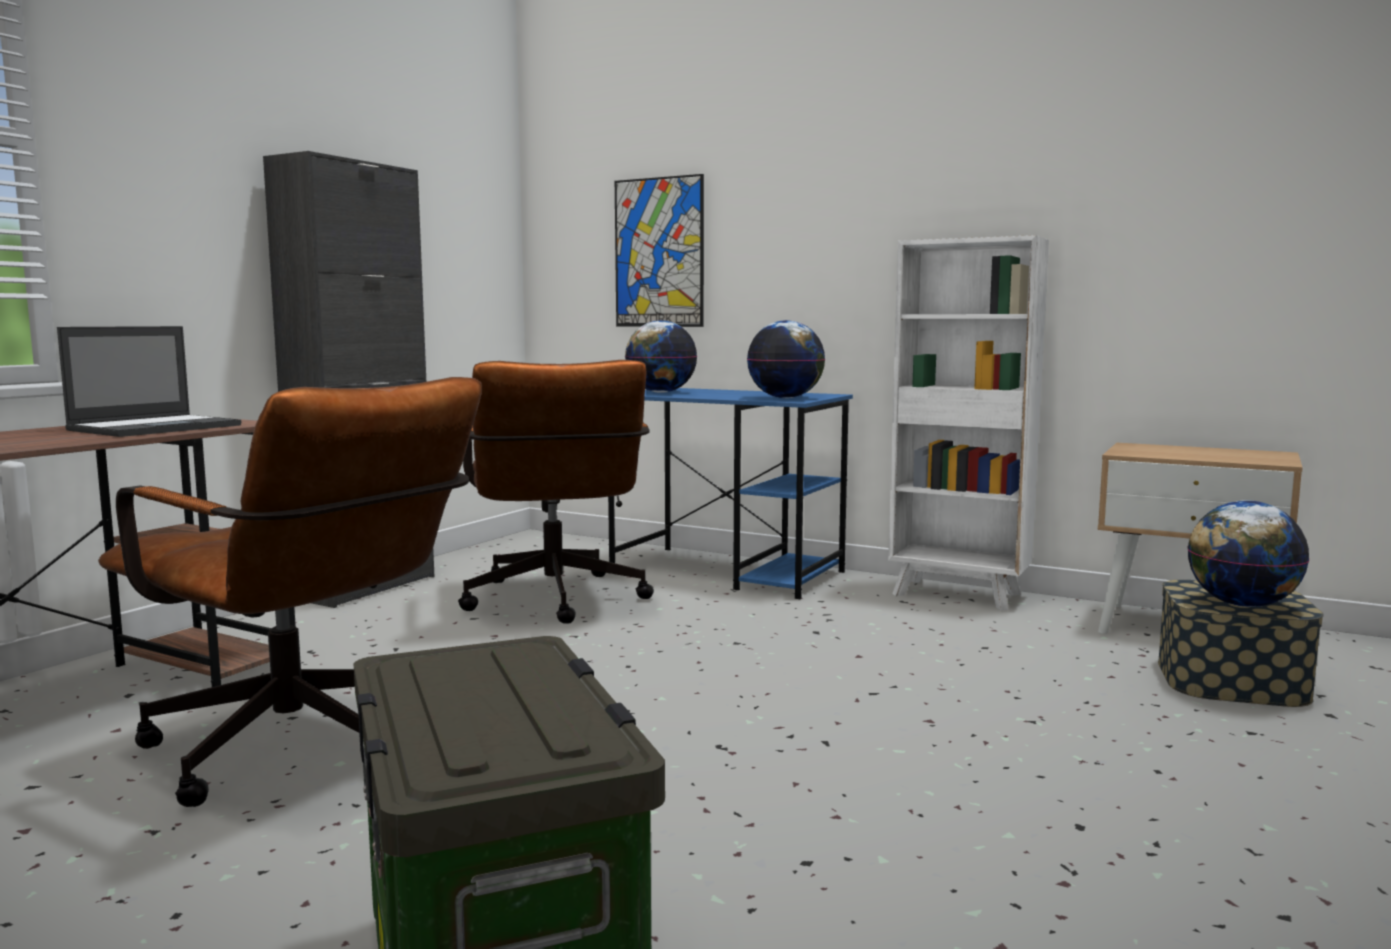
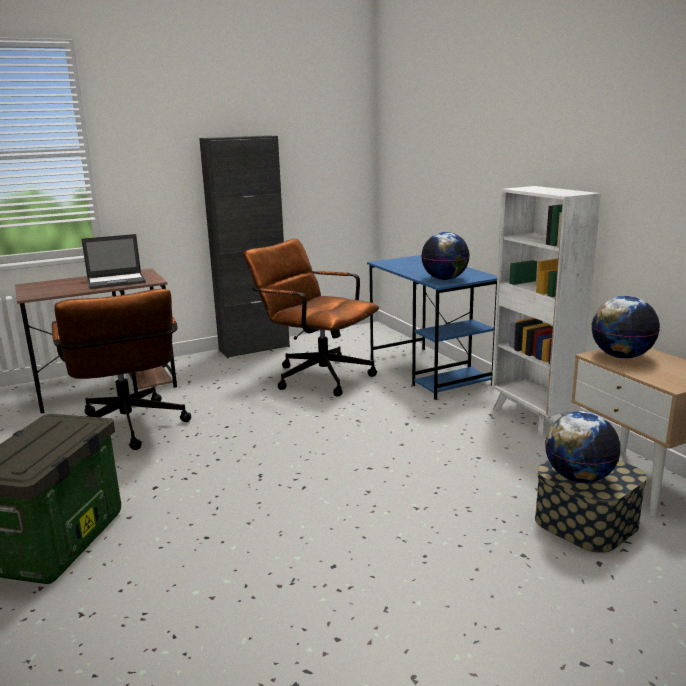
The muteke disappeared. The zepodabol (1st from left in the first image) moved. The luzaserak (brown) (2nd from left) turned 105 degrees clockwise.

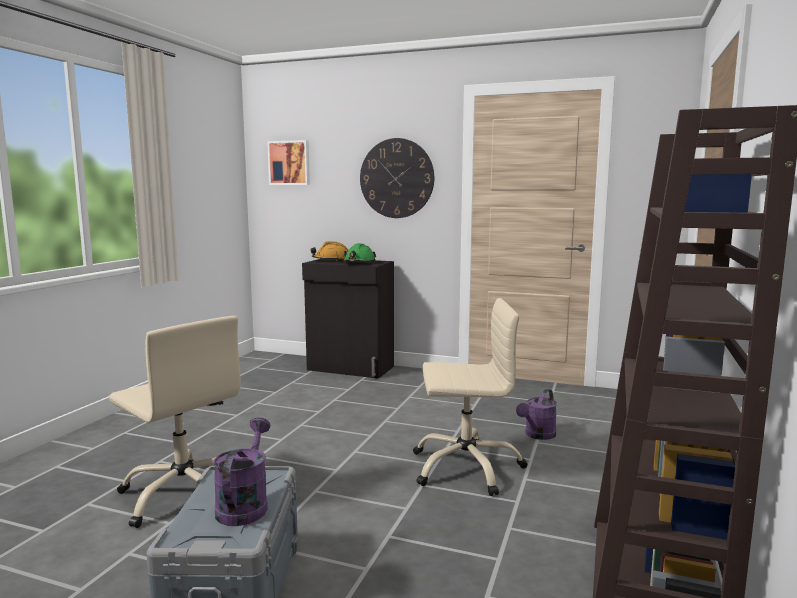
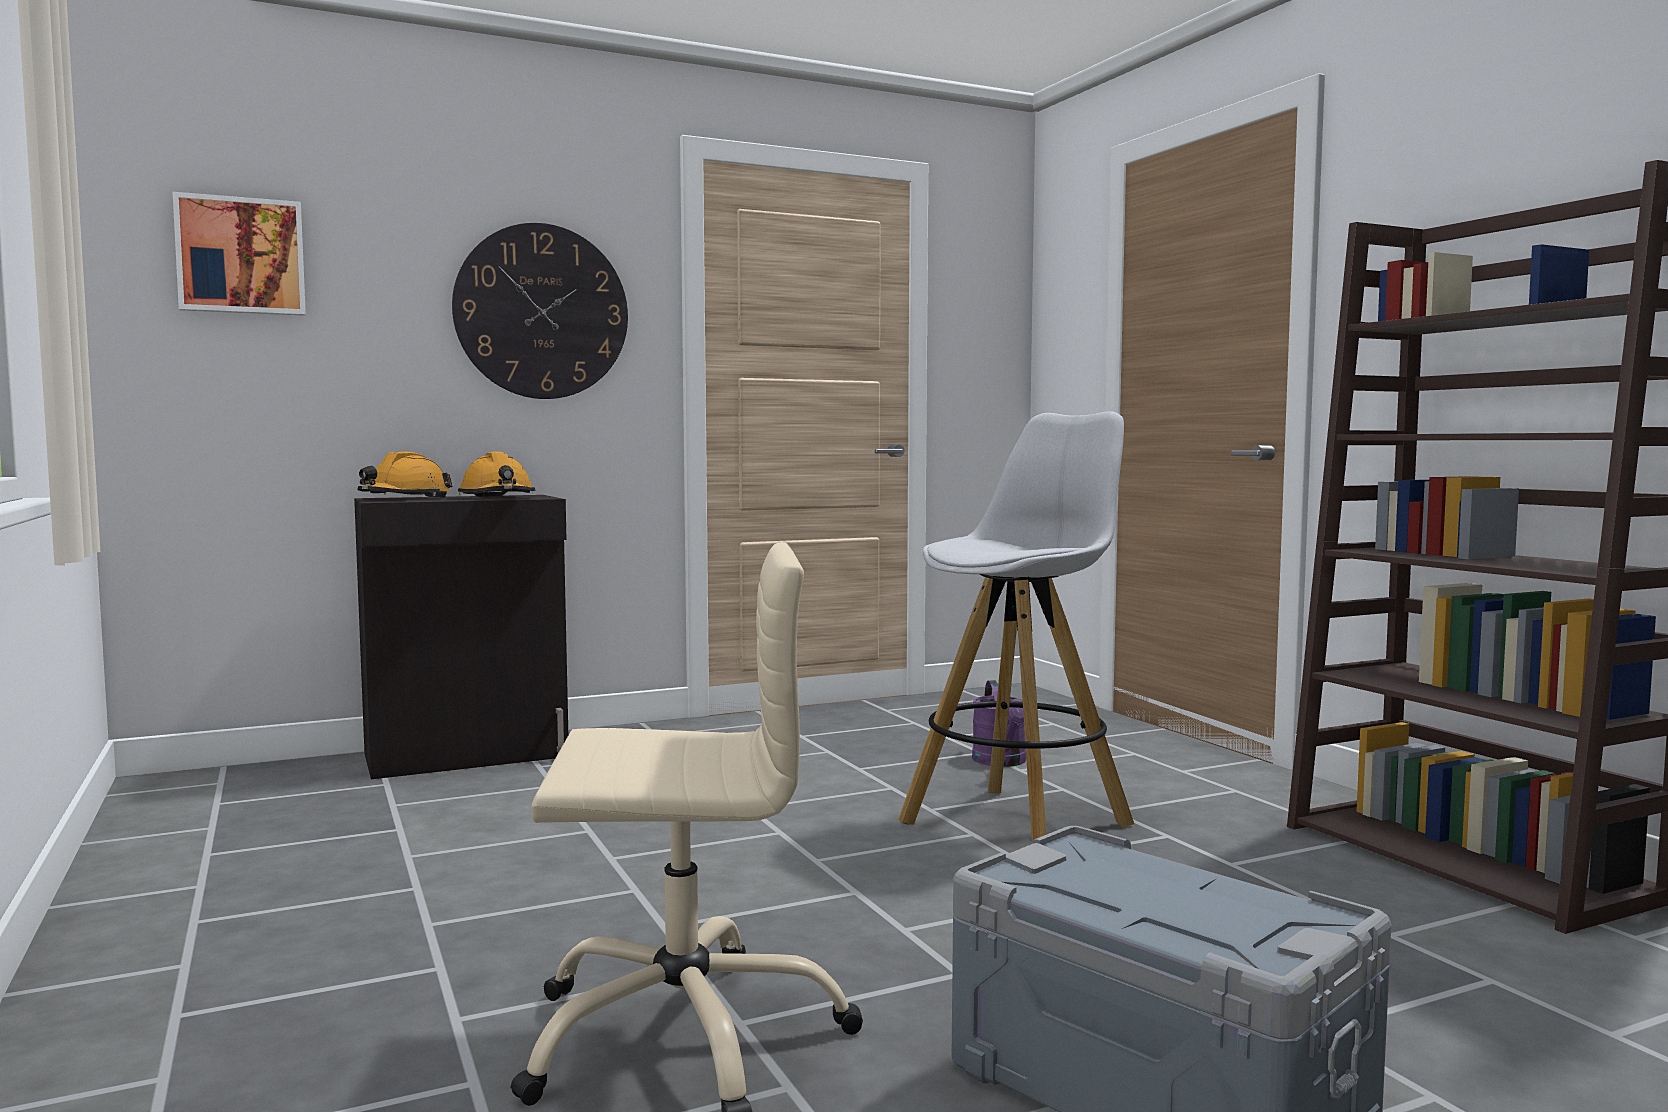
The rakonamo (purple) (1st from left) disappeared. The luzaserak (beige) (2nd from left) was replaced by the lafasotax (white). The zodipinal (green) became the zodipinal (orange) (2nd from left).

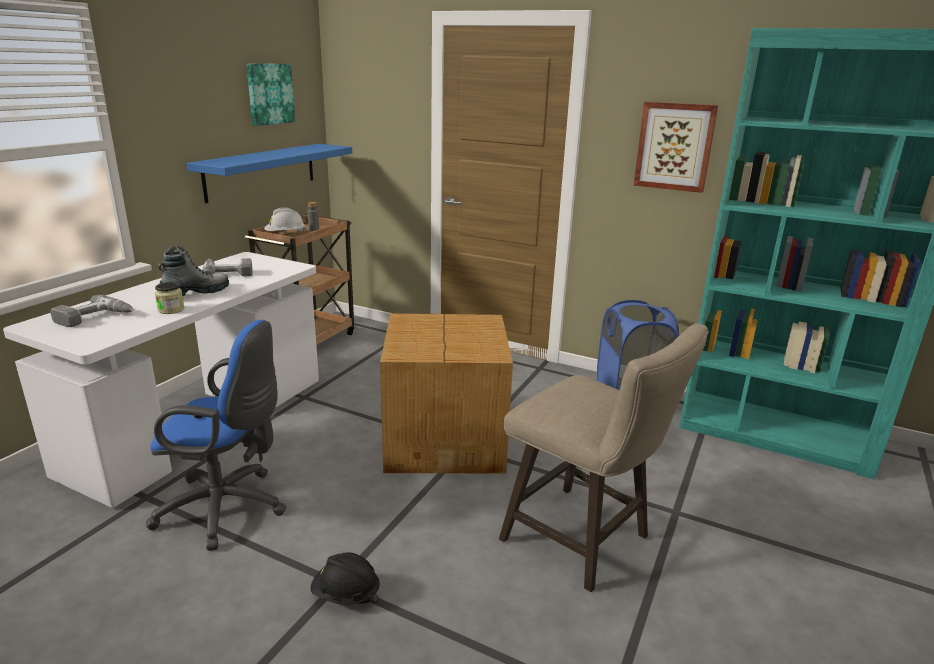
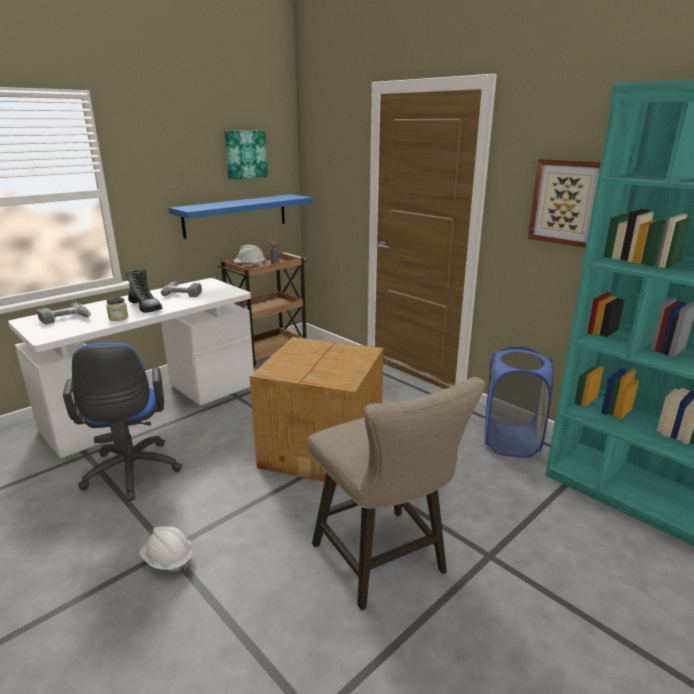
The zodipinal (black) became the zodipinal (white) (1st from left). The luzaserak (blue) turned 45 degrees clockwise. The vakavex turned 75 degrees clockwise.

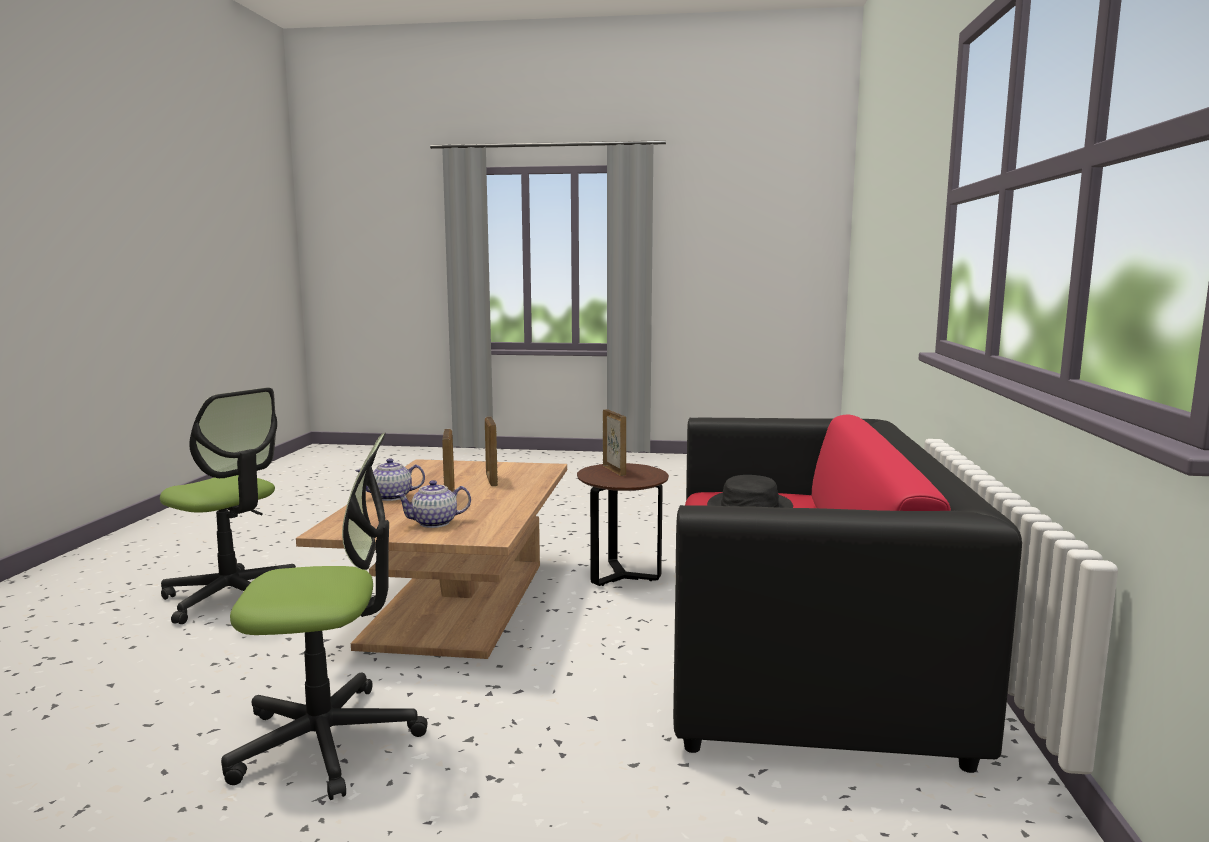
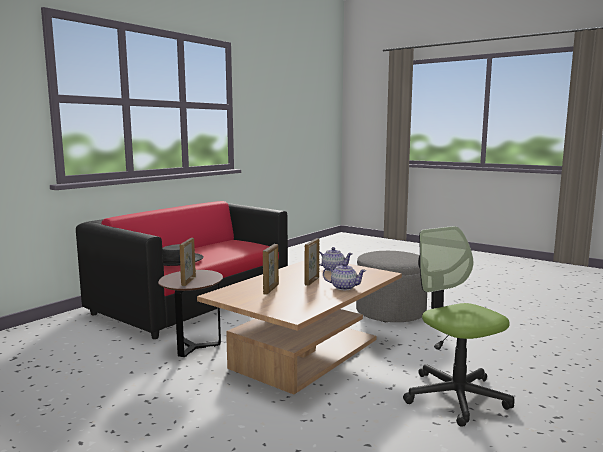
The luzaserak (2nd from left) was replaced by the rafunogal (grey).

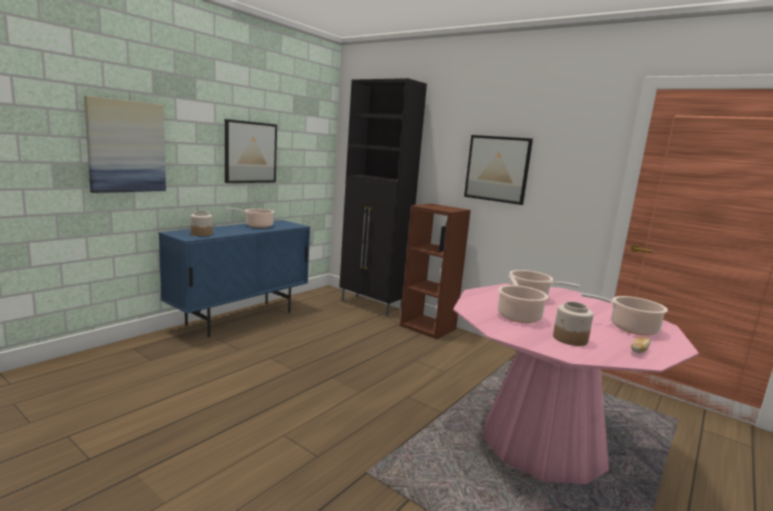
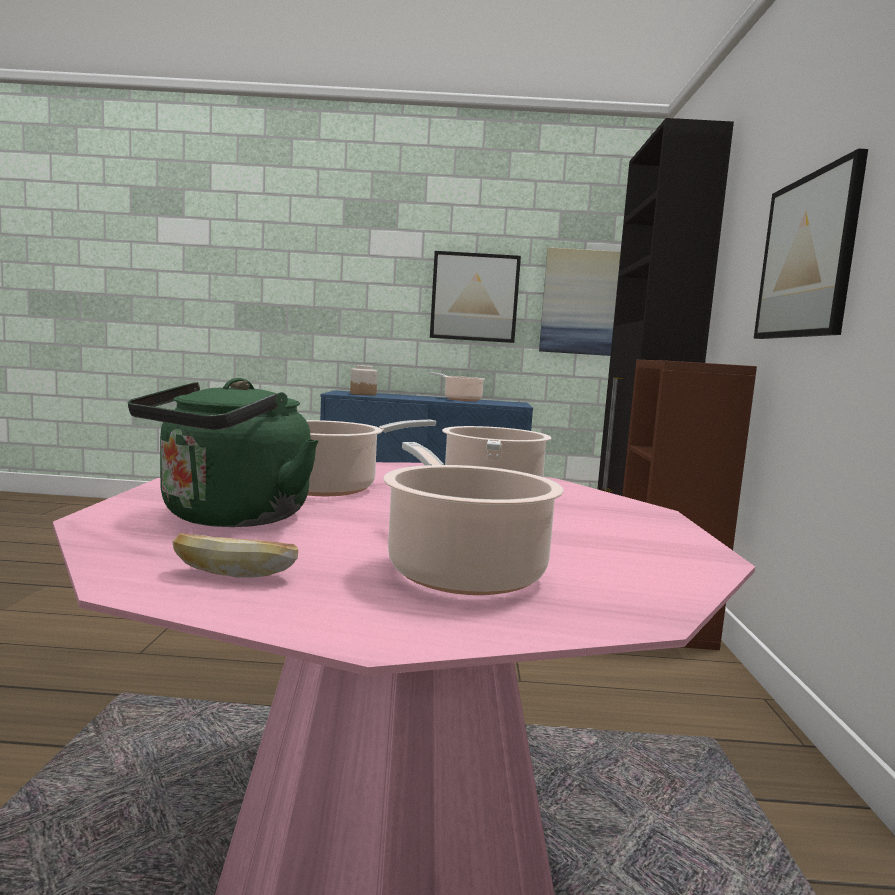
The muteke (1st from left in the first image) moved. The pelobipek (2nd from left) was replaced by the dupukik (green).

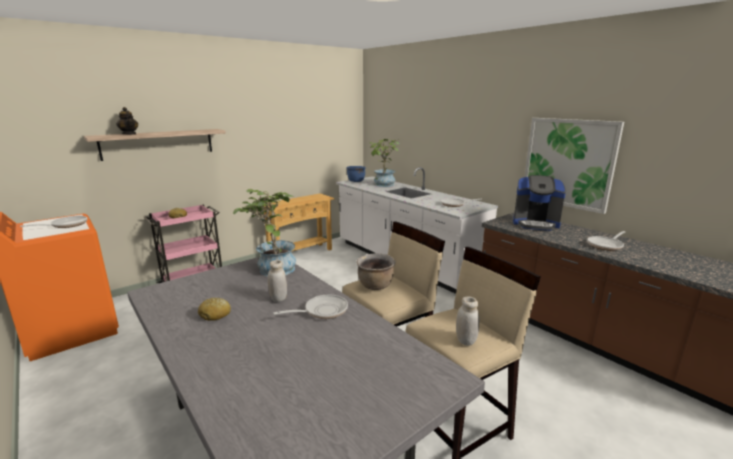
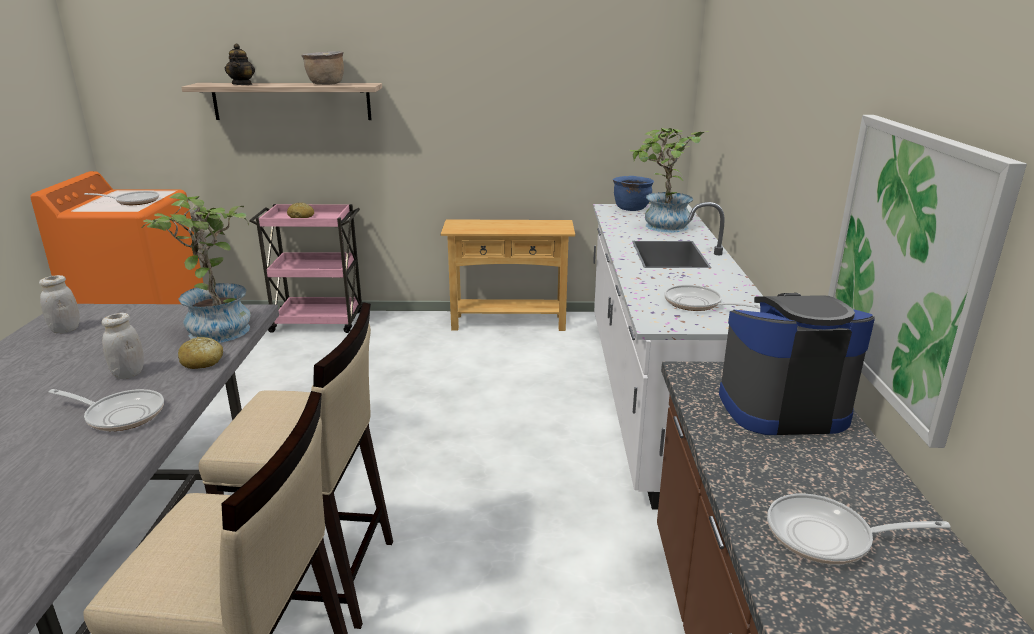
The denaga (2nd from left in the first image) moved. The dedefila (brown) moved. The pelobipek (white) (2nd from left in the first image) moved. The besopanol turned 120 degrees clockwise.

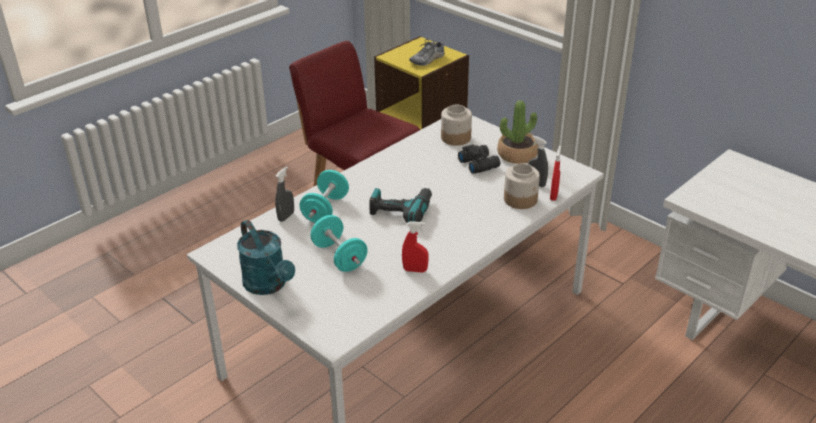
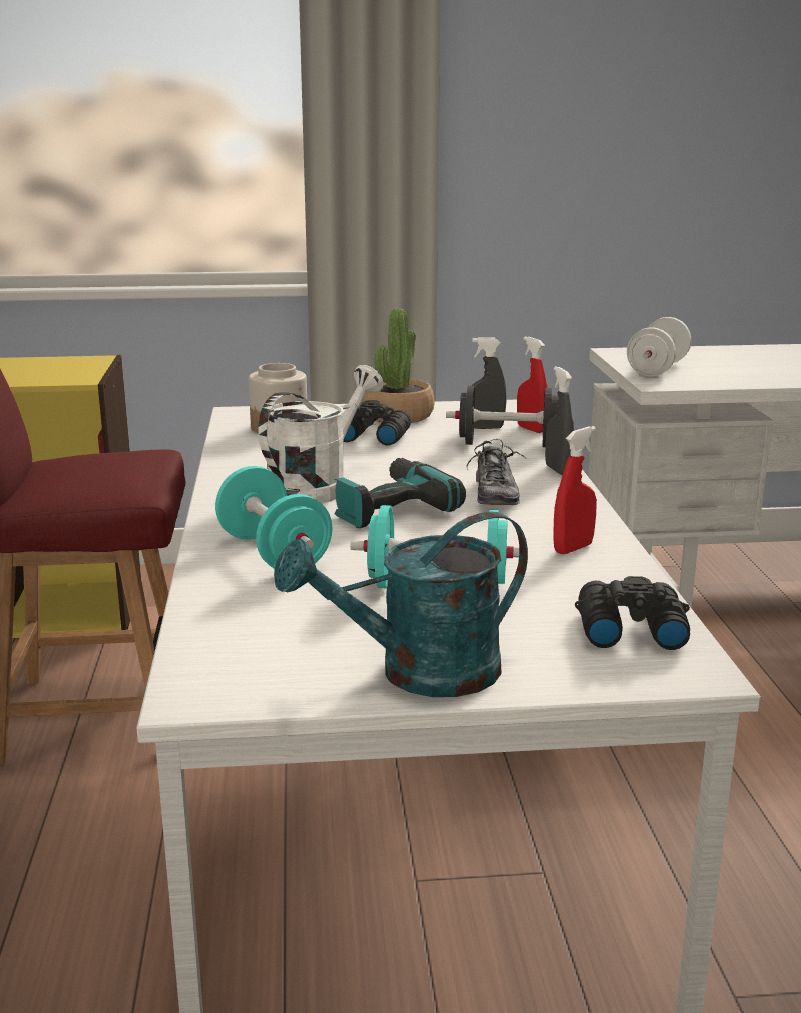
The rakonamo (white) appeared. The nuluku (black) (2nd from left) appeared. The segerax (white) appeared. The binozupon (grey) (1st from left in the first image) moved. The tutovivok moved. The pelobipek (2nd from left) was replaced by the segerax (black). The rakonamo (turquoise) turned 150 degrees clockwise.

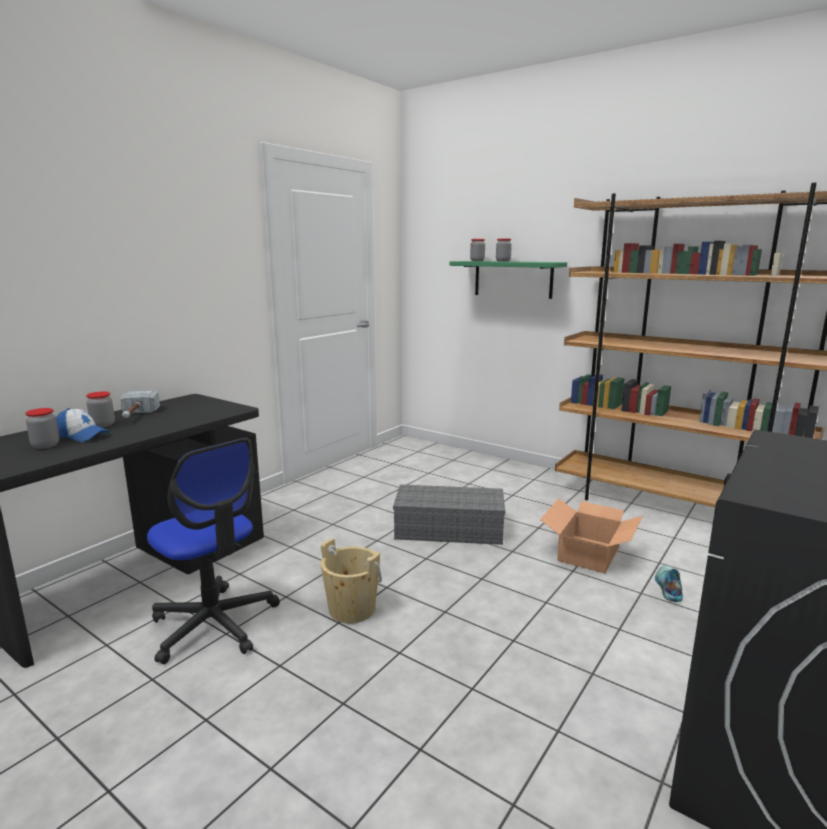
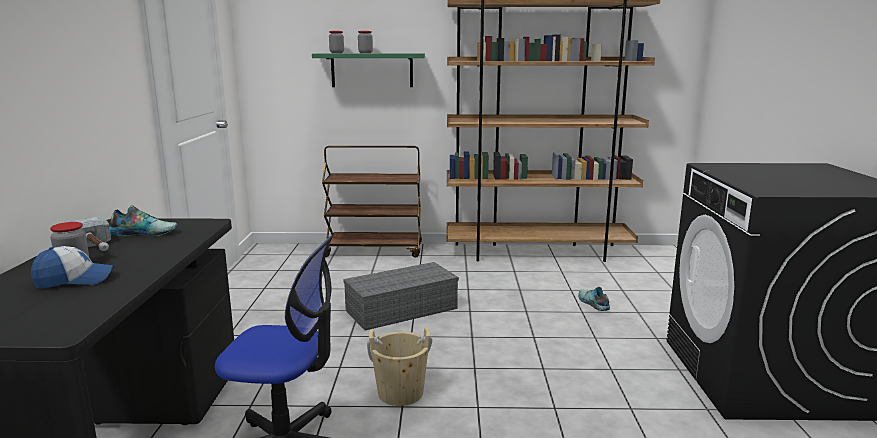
The pelobipek (1st from left) disappeared. The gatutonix disappeared. The tutovivok (1st from left) appeared. The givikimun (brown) appeared.

